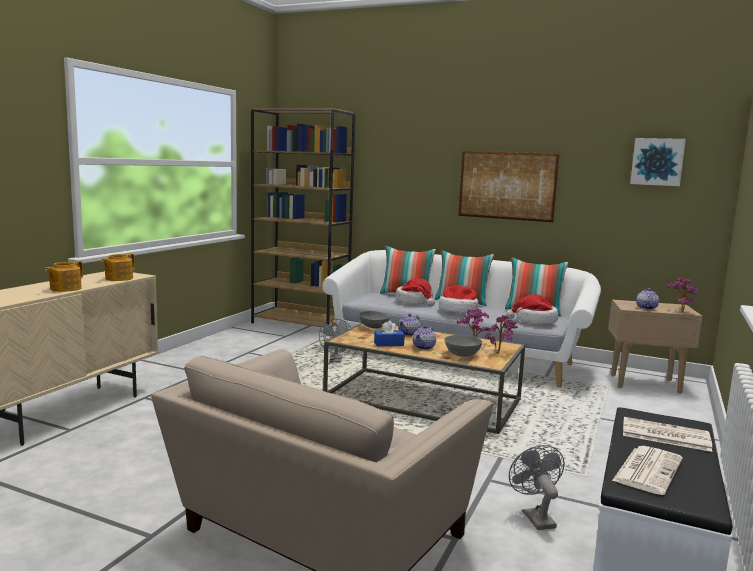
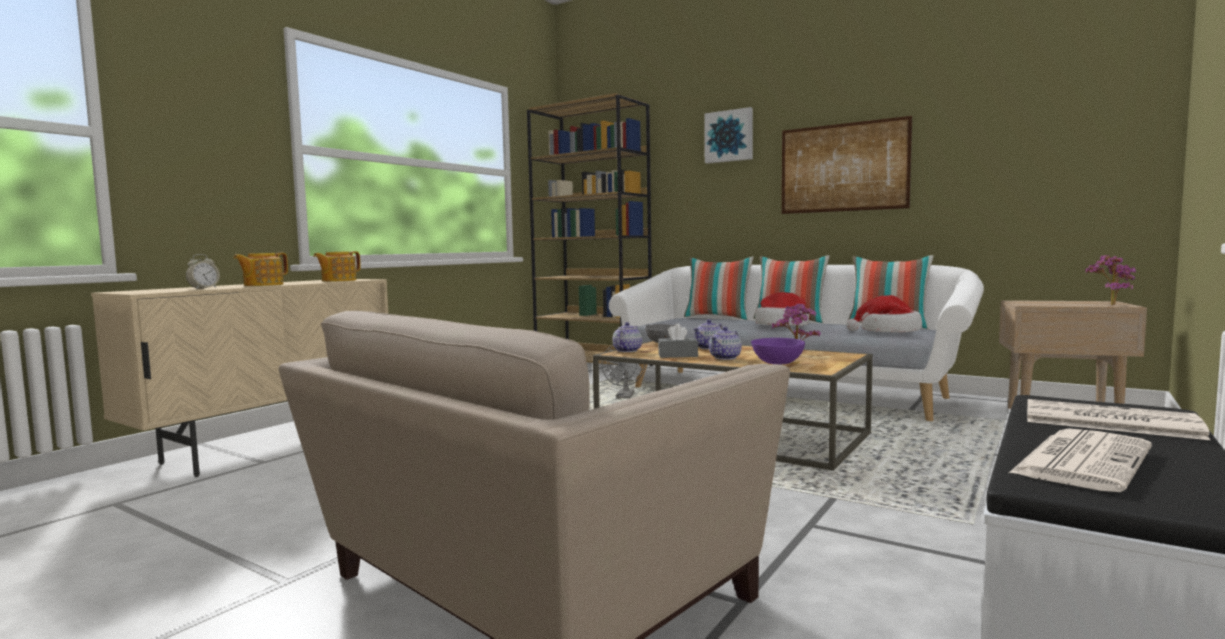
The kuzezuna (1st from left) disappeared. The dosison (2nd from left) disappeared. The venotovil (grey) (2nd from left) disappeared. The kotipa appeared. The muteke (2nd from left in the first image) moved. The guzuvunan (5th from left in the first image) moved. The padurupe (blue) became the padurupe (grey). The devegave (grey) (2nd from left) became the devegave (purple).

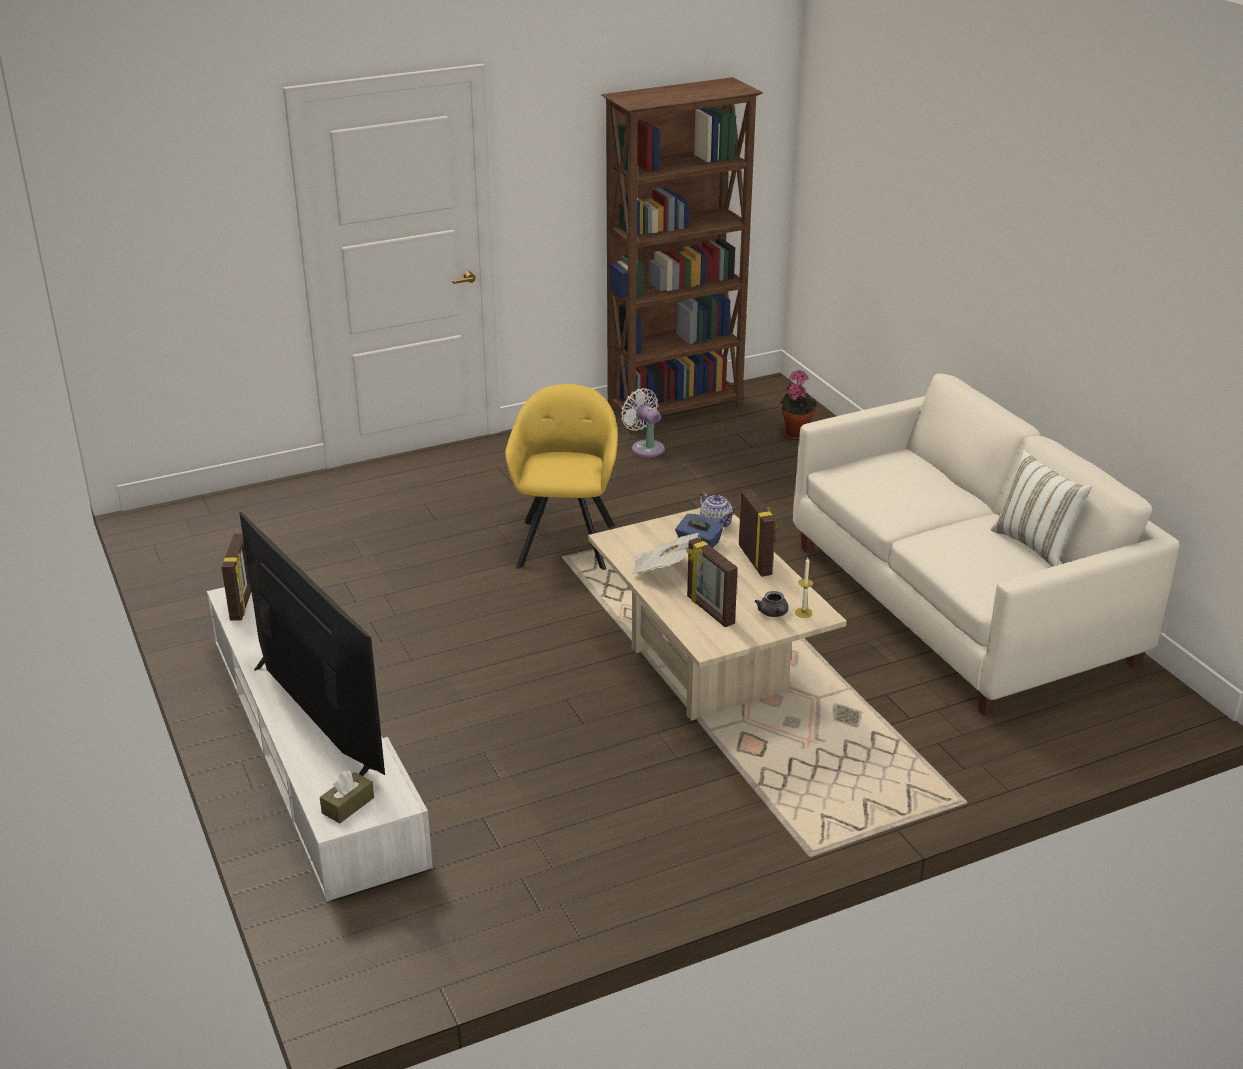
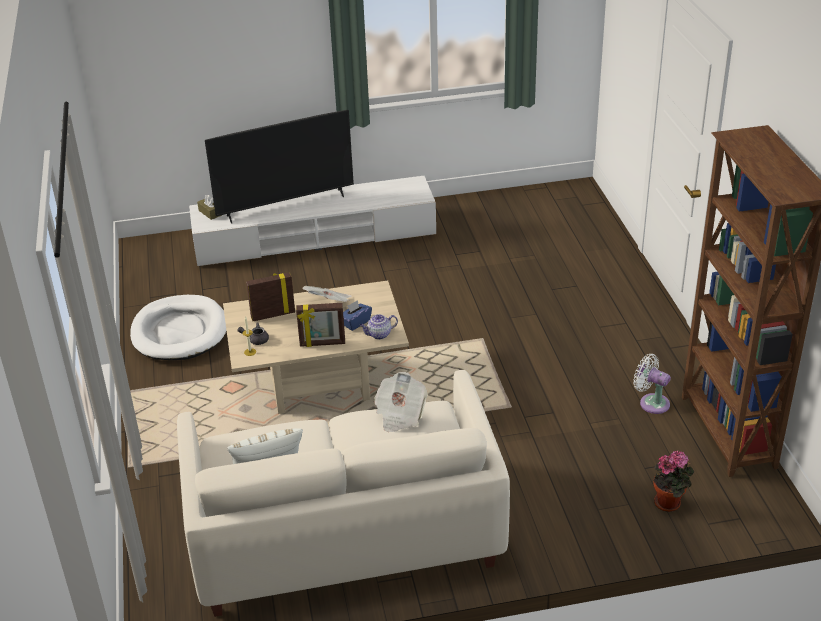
The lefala (1st from left) disappeared. The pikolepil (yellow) disappeared. The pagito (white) appeared. The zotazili (2nd from left) appeared. The venotovil (white) turned 120 degrees counterclockwise.

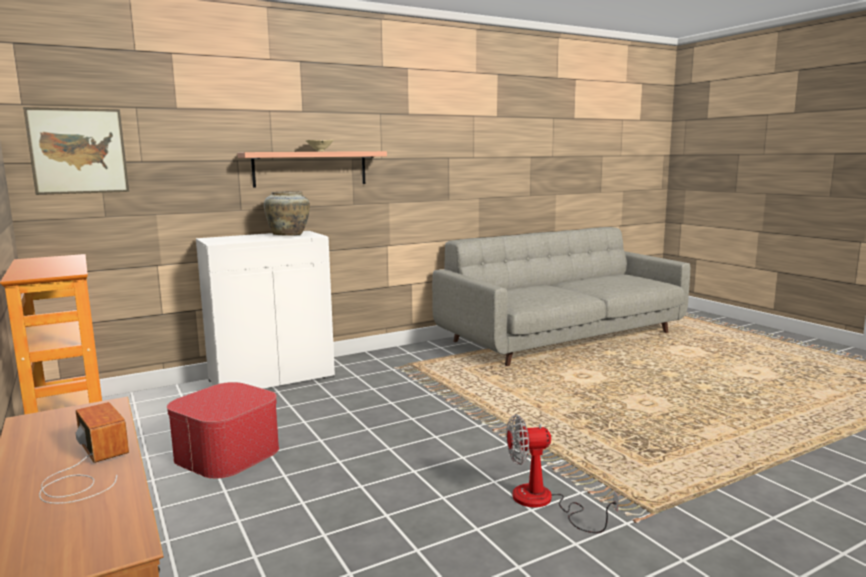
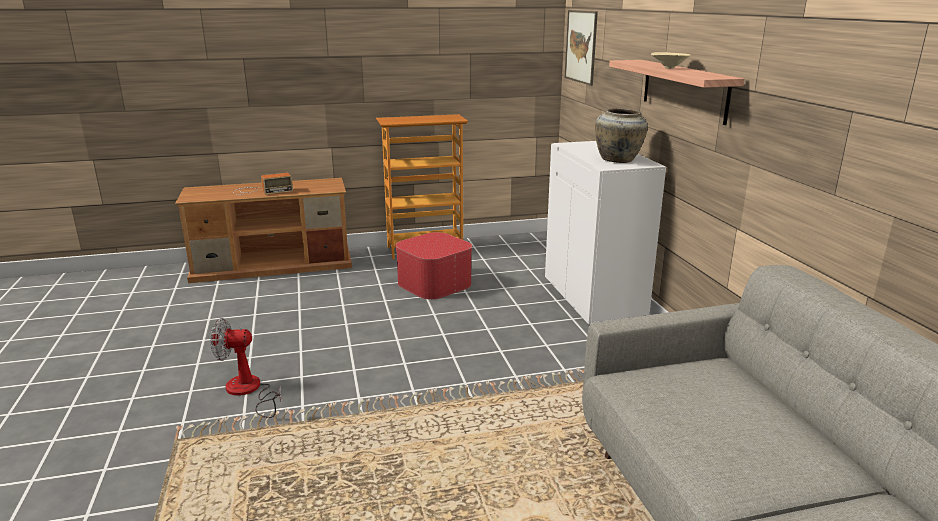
The venotovil turned 105 degrees counterclockwise.

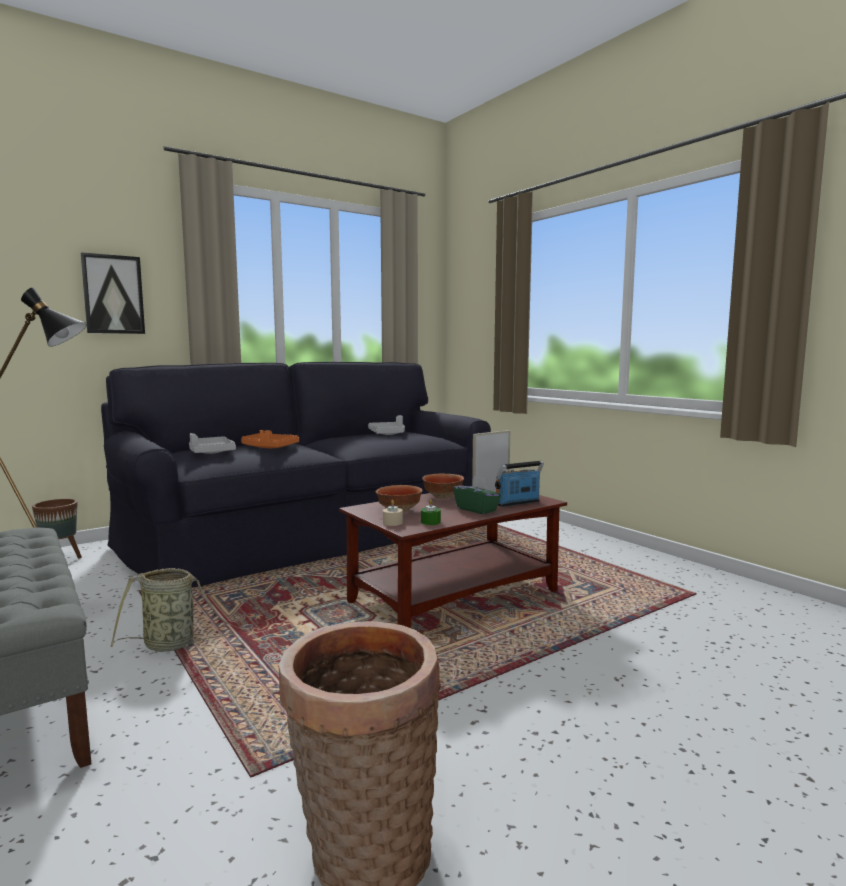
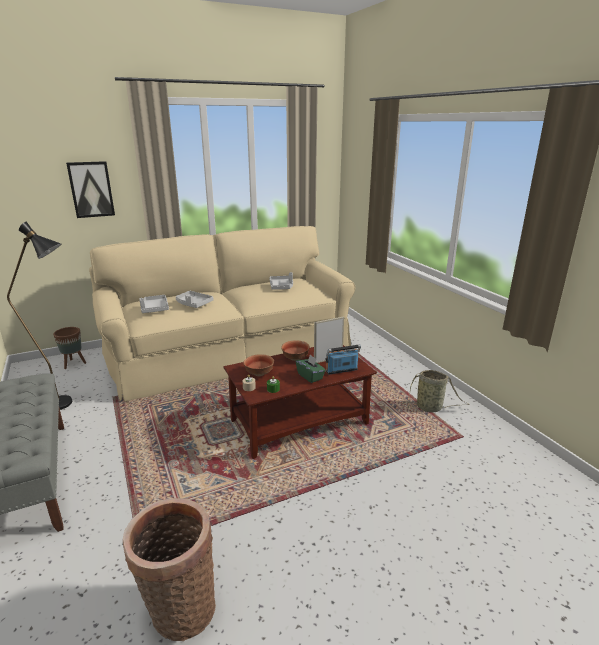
The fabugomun (1st from left in the first image) moved. The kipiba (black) became the kipiba (beige). The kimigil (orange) became the kimigil (grey) (2nd from left).

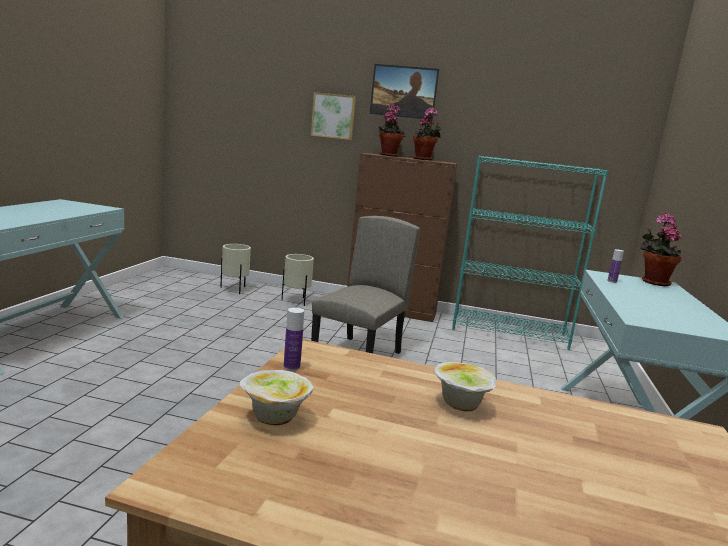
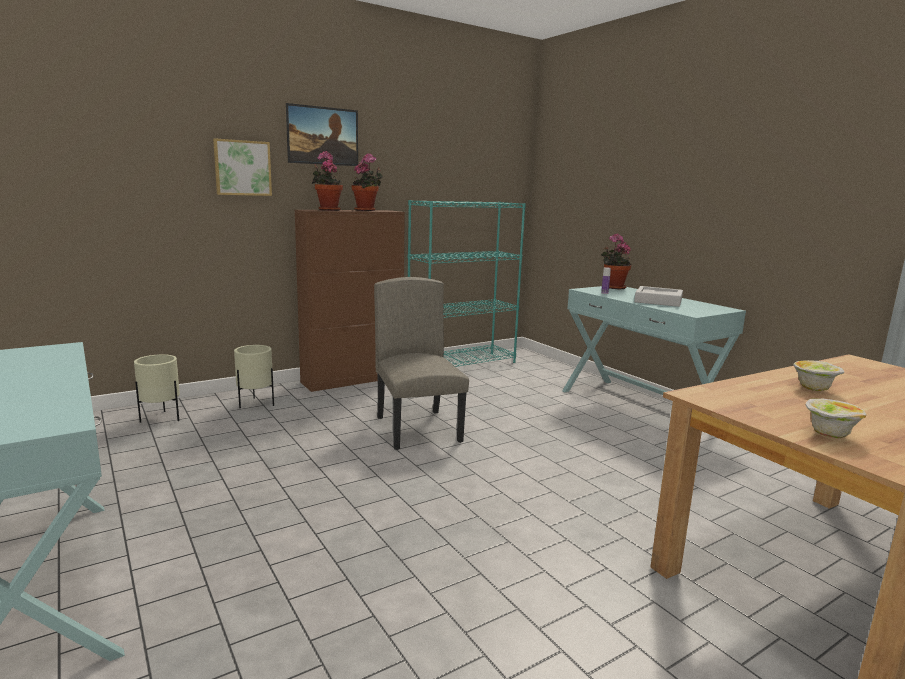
The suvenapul (1st from left) disappeared. The kimigil (grey) appeared.

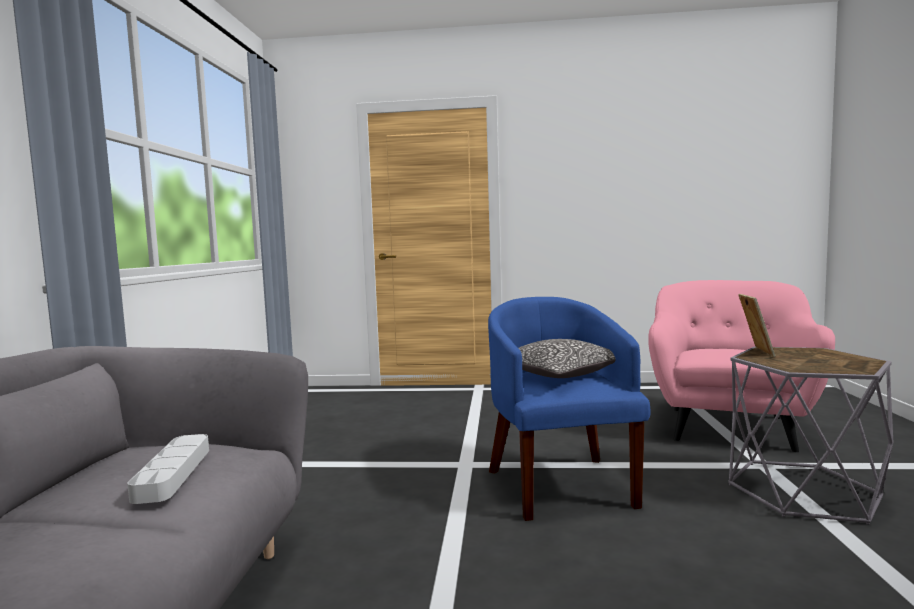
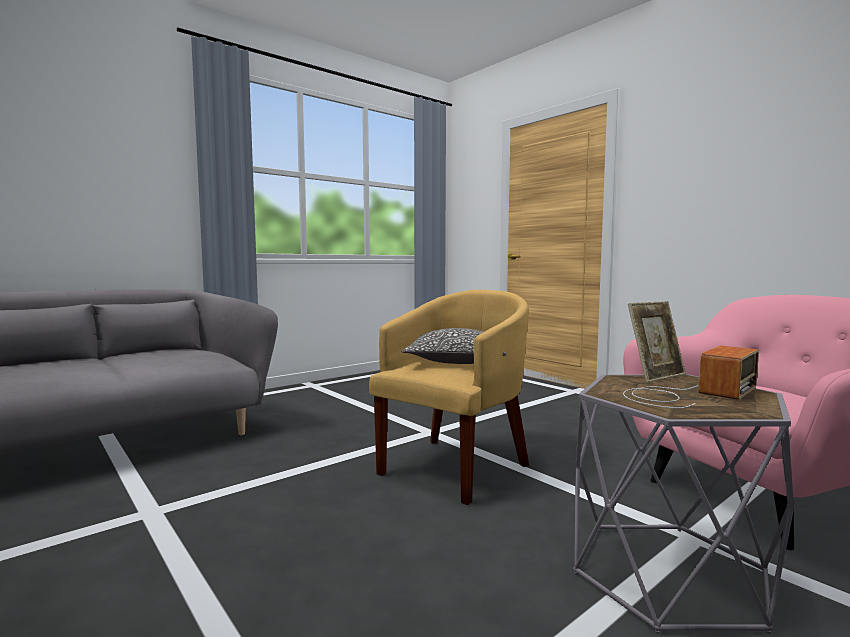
The kimigil (grey) disappeared. The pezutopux appeared. The pikolepil (blue) became the pikolepil (yellow).

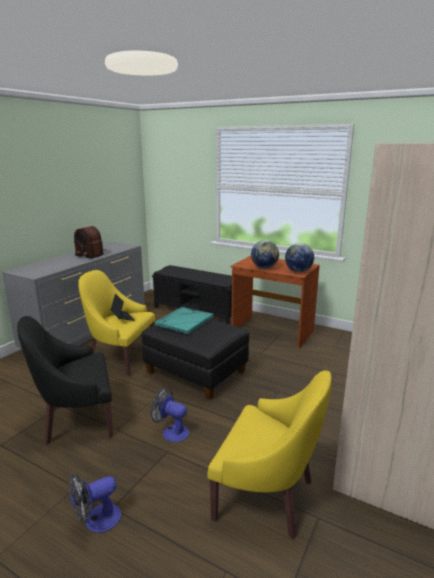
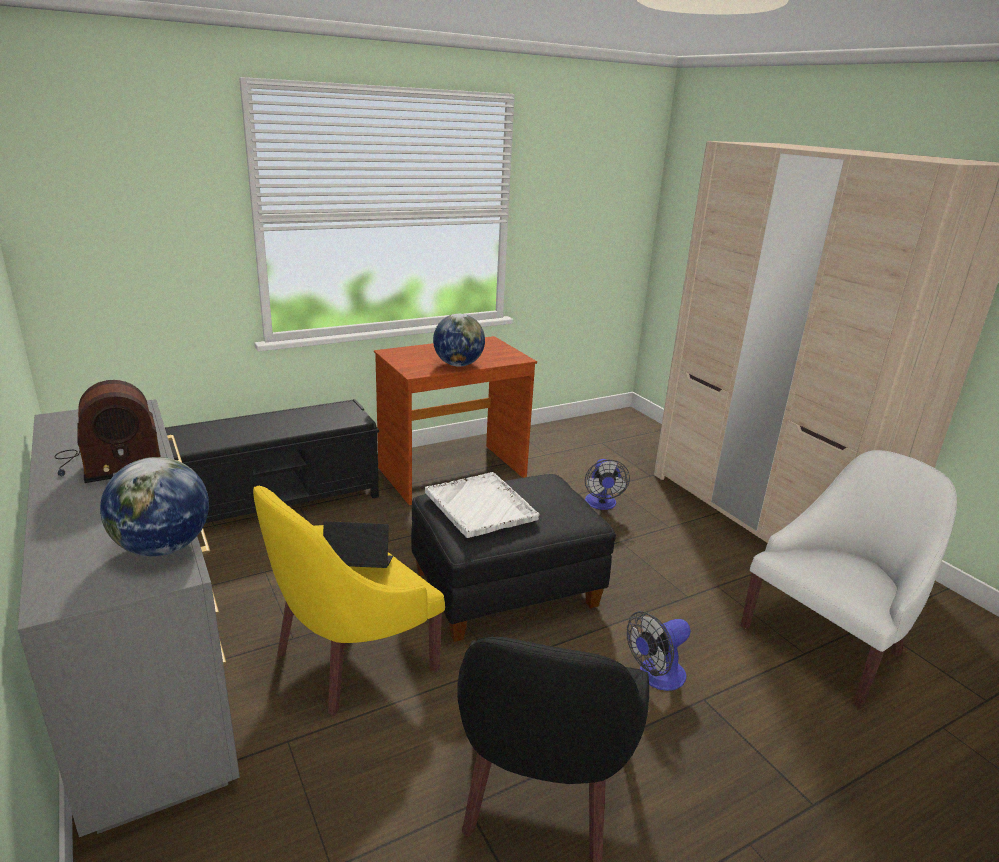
The venotovil (1st from left) moved. The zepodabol (2nd from left in the first image) moved. The kimigil (turquoise) became the kimigil (white). The pikolepil (yellow) (2nd from left) became the pikolepil (white).

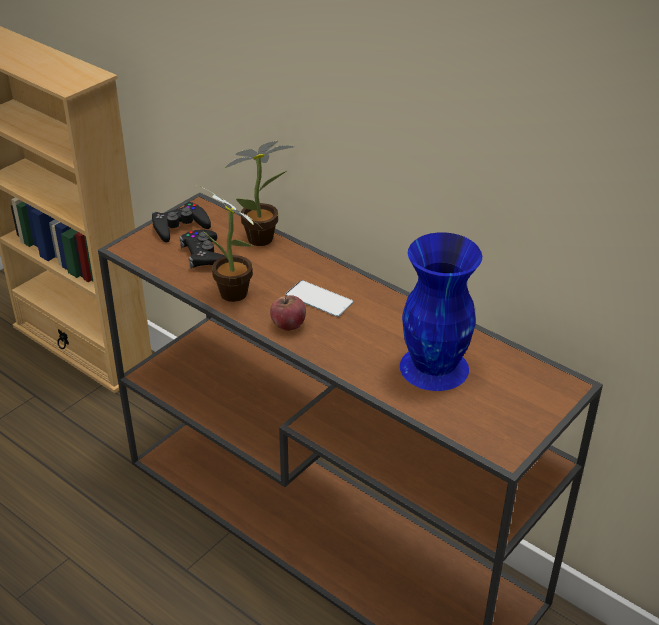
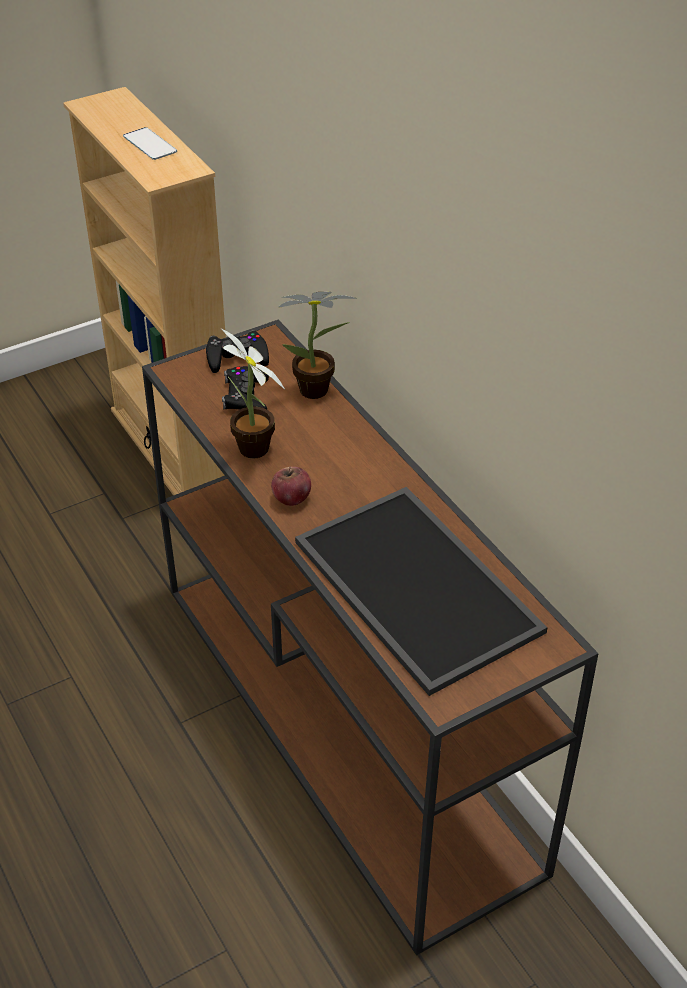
The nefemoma moved. The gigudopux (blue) was replaced by the kimigil.

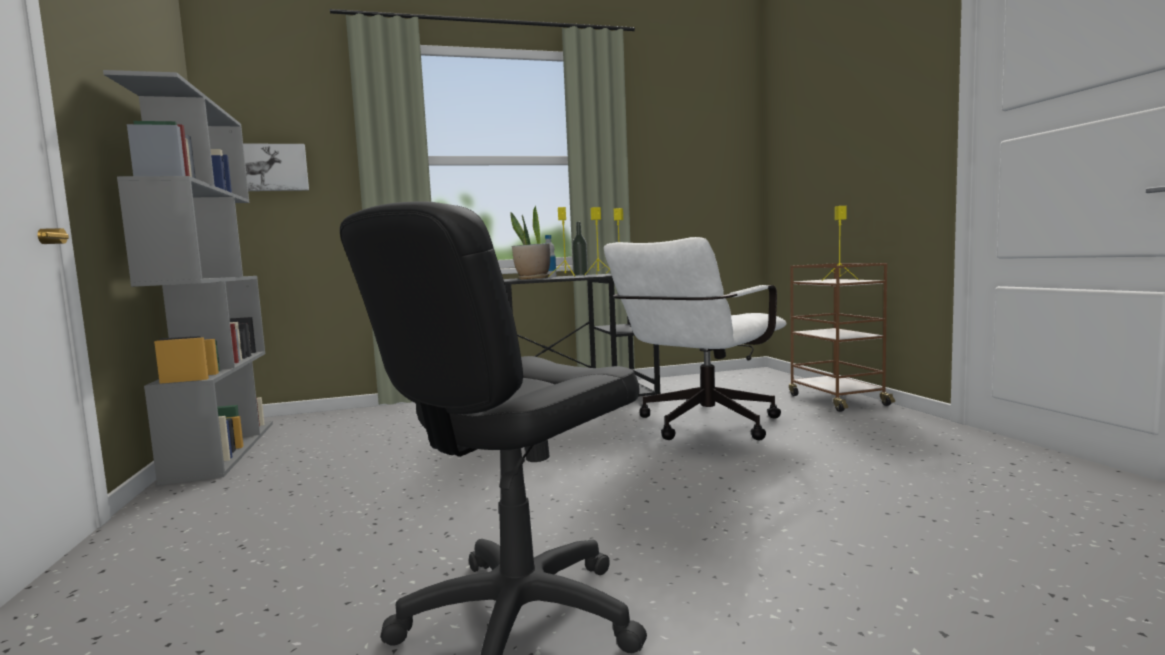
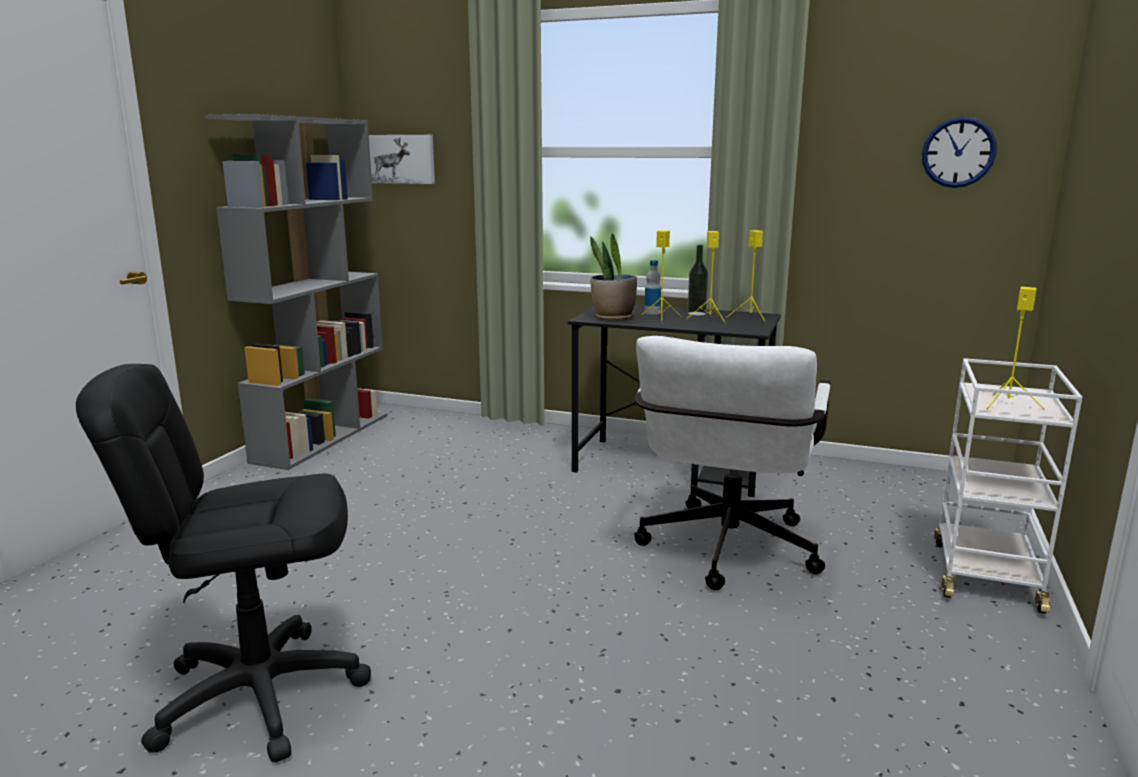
The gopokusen appeared. The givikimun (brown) became the givikimun (white). The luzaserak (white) turned 60 degrees counterclockwise.

